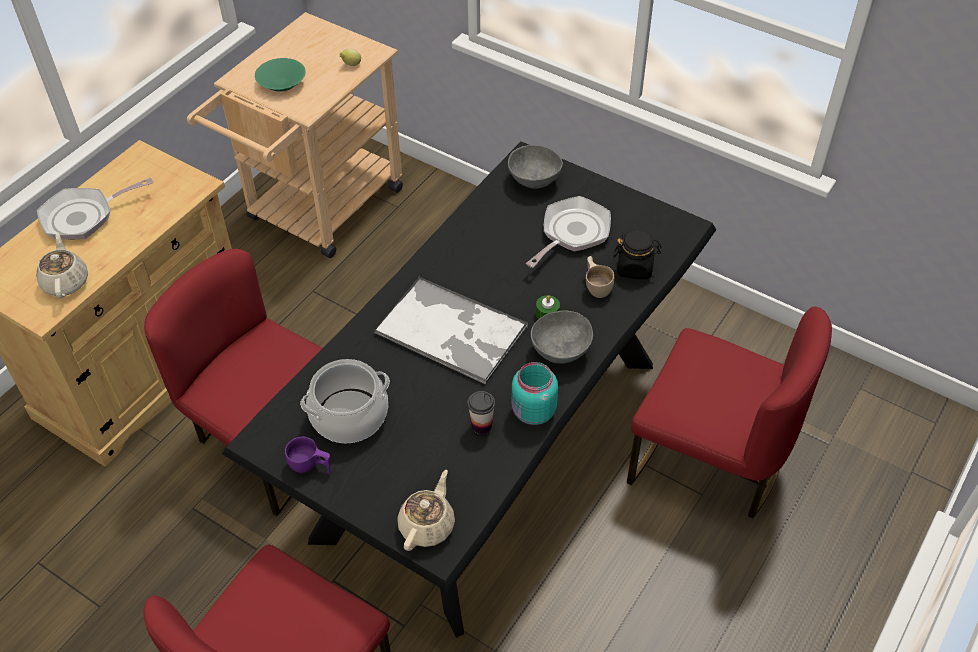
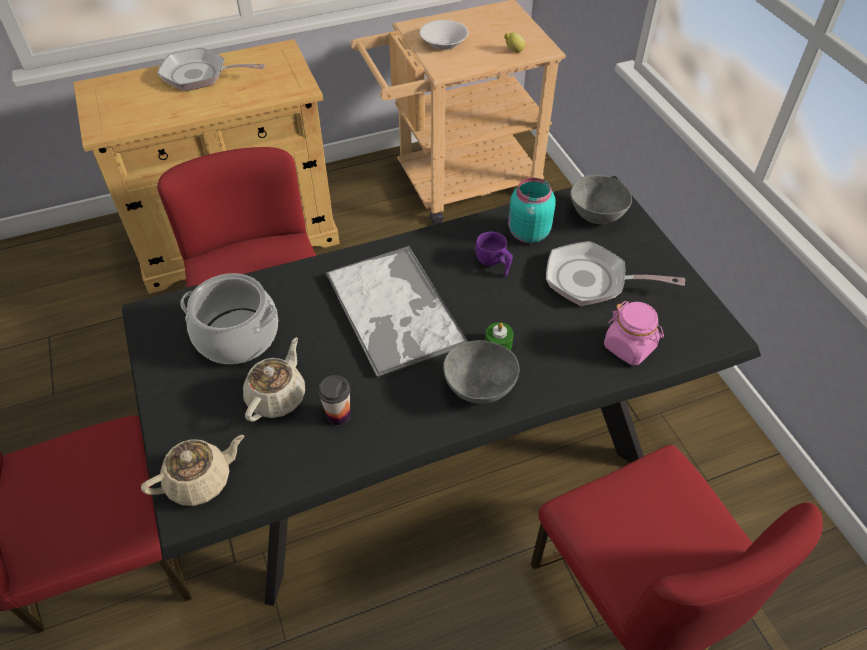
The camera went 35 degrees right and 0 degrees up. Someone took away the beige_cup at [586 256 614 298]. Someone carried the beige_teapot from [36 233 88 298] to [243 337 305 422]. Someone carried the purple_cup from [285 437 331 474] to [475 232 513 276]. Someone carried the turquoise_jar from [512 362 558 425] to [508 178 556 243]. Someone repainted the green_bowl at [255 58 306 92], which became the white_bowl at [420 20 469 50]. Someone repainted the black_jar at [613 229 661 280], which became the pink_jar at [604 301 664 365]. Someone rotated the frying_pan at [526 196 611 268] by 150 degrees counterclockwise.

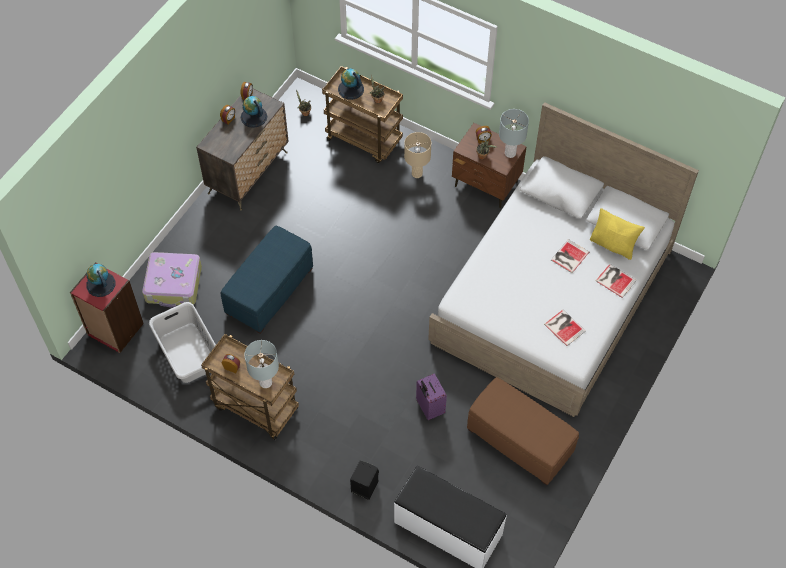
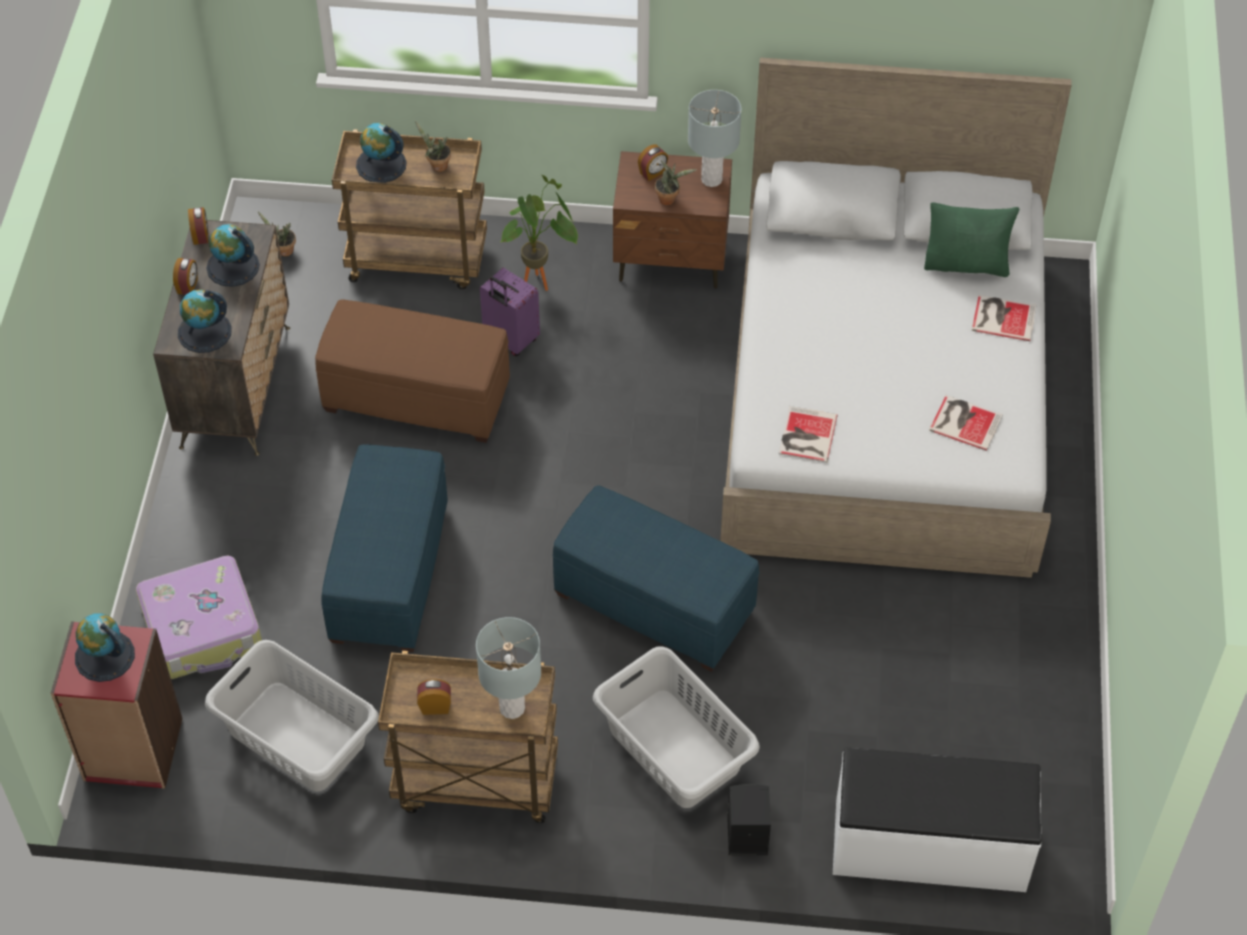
The camera went 25 degrees left and 5 degrees down. Someone put down the globe at [178 290 232 353]. Someone put down the blue_ottoman at [553 485 760 672]. Someone put down the grey_laundry_basket at [593 647 760 808]. Someone carried the purple_suitcase from [416 374 447 420] to [480 268 540 356]. Someone carried the brown_ottoman from [467 377 579 485] to [315 299 510 443]. Someone carried the book from [551 239 589 273] to [779 406 838 463]. Someone swapped the beige_table_lamp at [404 132 431 178] for the potted_plant at [501 175 578 291]. Someone repainted the yellow_pillow at [590 208 645 260], which became the green_pillow at [924 202 1019 277].

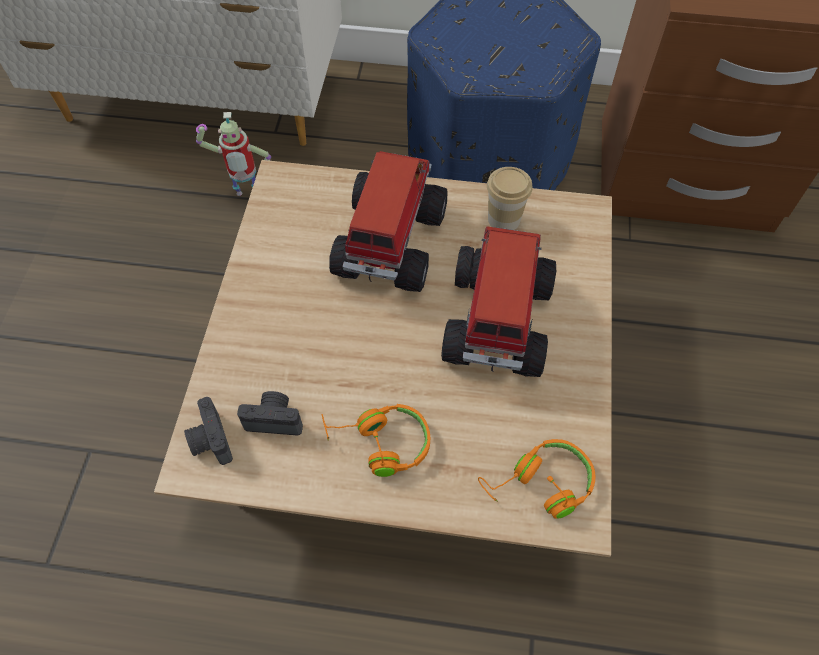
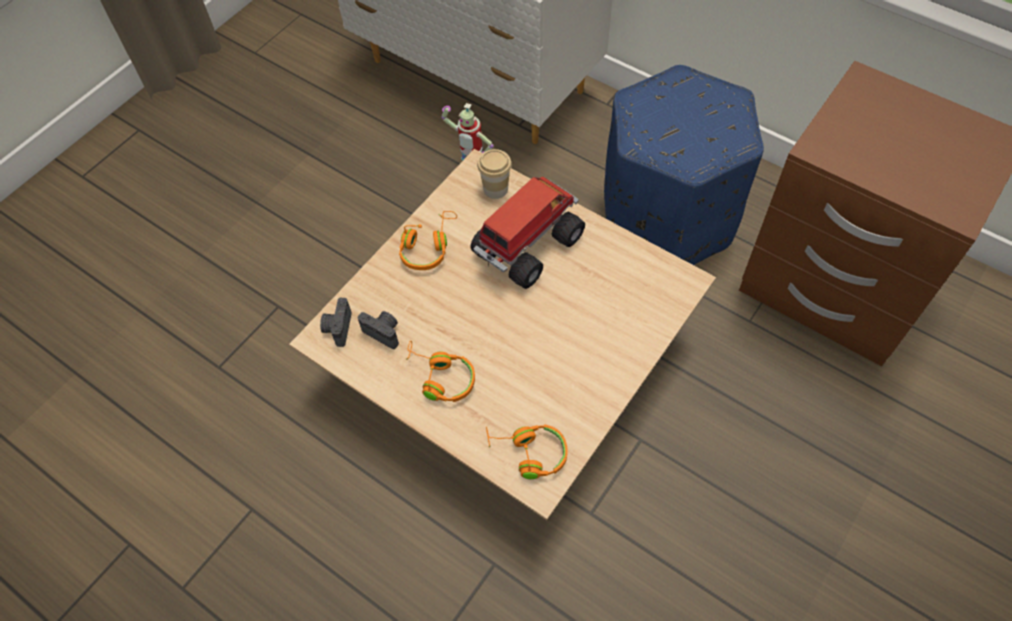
The camera went 30 degrees right and 0 degrees up. Someone took away the toy_truck at [441 226 556 377]. Someone put down the orange_headphones at [399 211 457 270]. Someone carried the cup from [487 167 533 230] to [477 149 512 199].

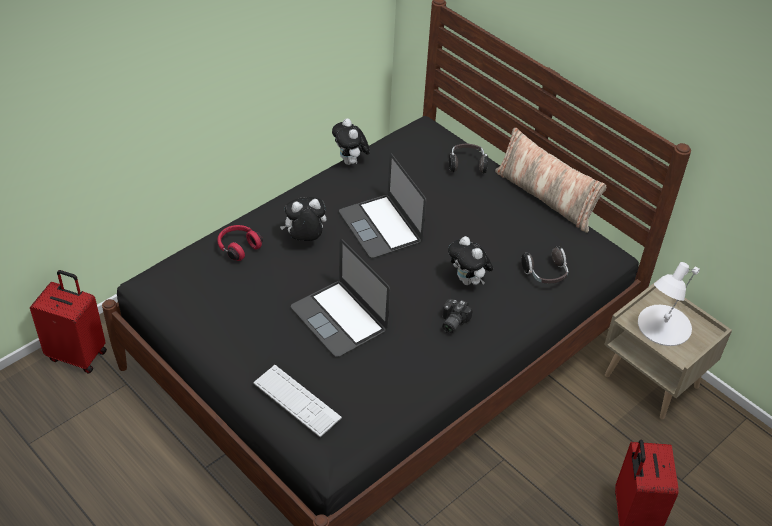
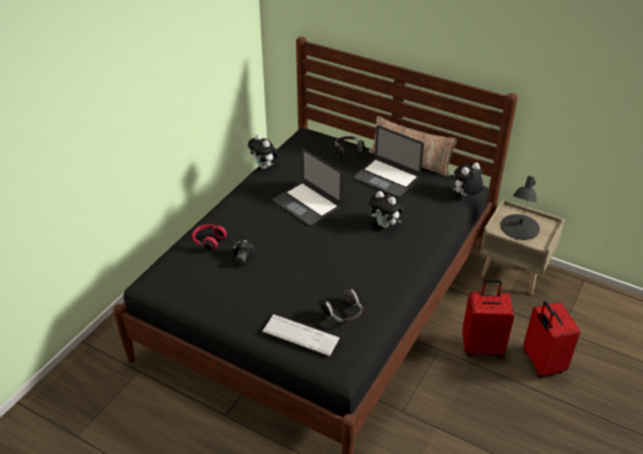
The camera went 15 degrees left and 5 degrees down. Someone carried the red_suitcase from [30 270 107 374] to [462 279 514 358]. Someone carried the plush_toy from [280 197 326 241] to [453 162 483 196]. Someone carried the laptop from [291 239 390 357] to [354 125 424 197]. Someone carried the photo_camera from [442 299 473 333] to [232 240 254 266]. Someone carried the headphones from [521 246 568 283] to [321 288 363 323]. Someone repainted the white_table_lamp at [638 262 700 346], which became the black_table_lamp at [501 176 540 240].

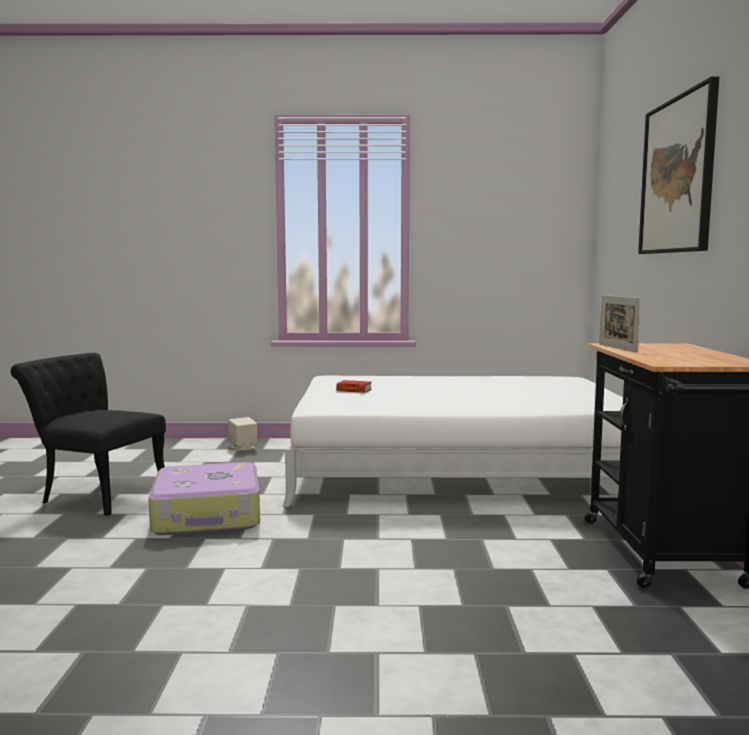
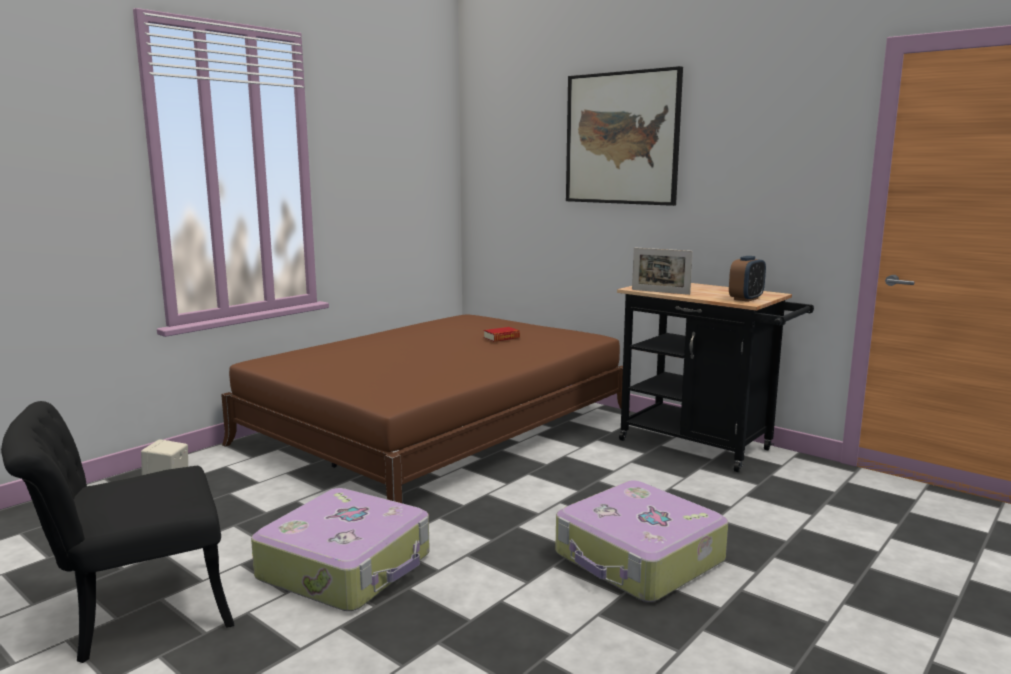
The camera went 50 degrees left and 5 degrees up. Someone put down the suitcase at [555 480 728 602]. Someone put down the alarm_clock at [729 256 766 302]. Someone carried the book from [337 380 372 393] to [484 327 520 342]. Someone repainted the white_bed at [283 376 623 507], which became the brown_bed at [221 314 630 503].

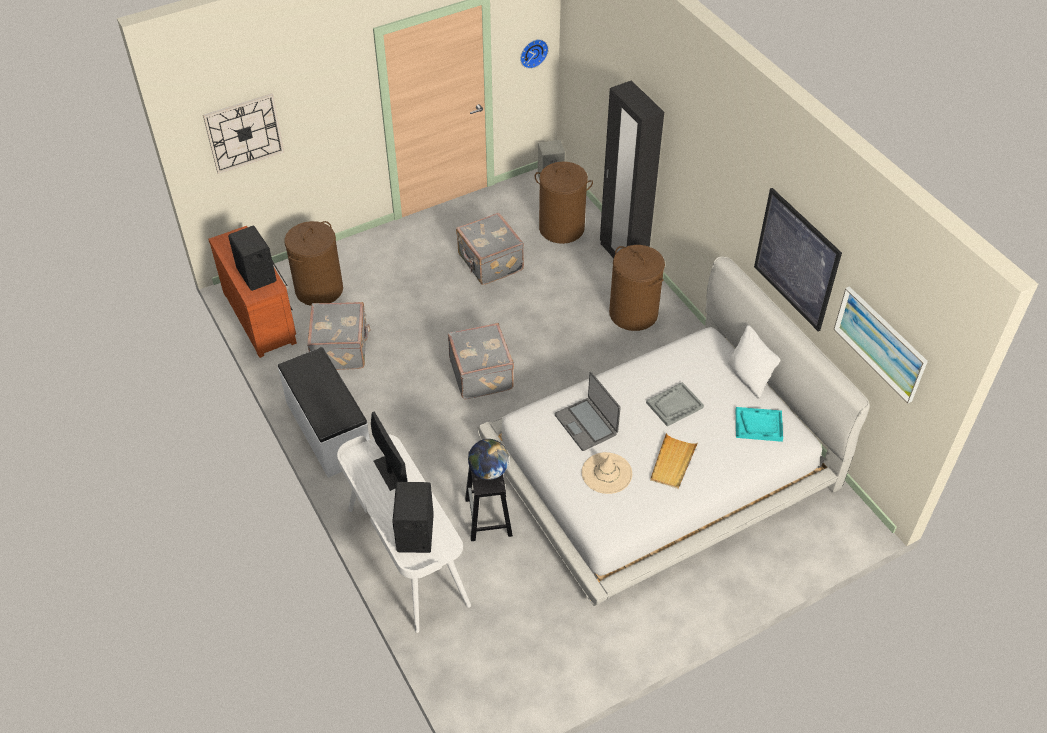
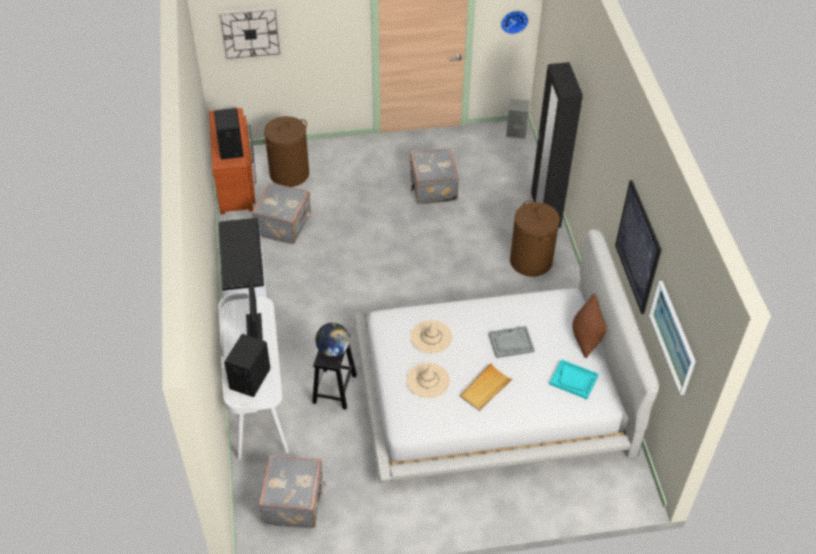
The camera went 20 degrees right and 0 degrees up. Someone took away the brown_laundry_basket at [535 162 593 244]. Someone carried the grey_suitcase from [448 323 514 399] to [259 455 326 529]. Someone swapped the laptop at [555 372 620 451] for the beige_hat at [410 320 452 353]. Someone repainted the white_pillow at [727 325 781 398], which became the brown_pillow at [572 293 607 358].

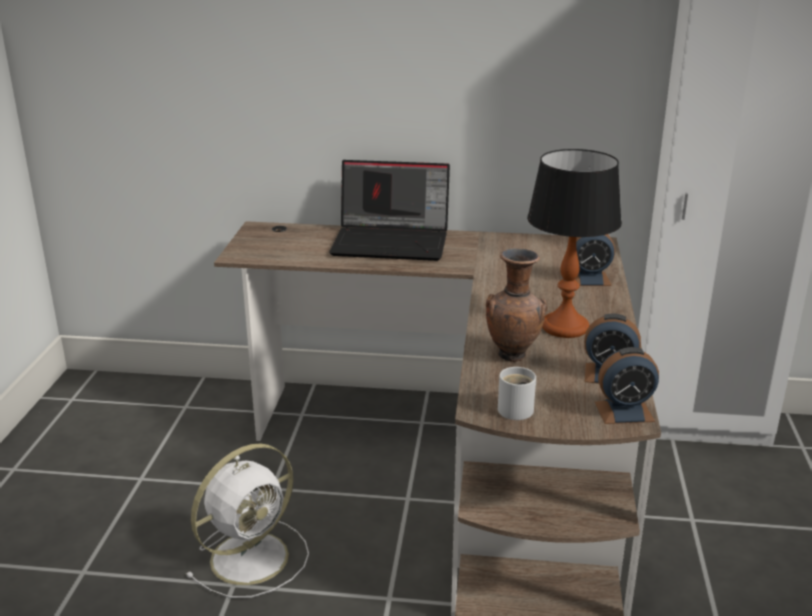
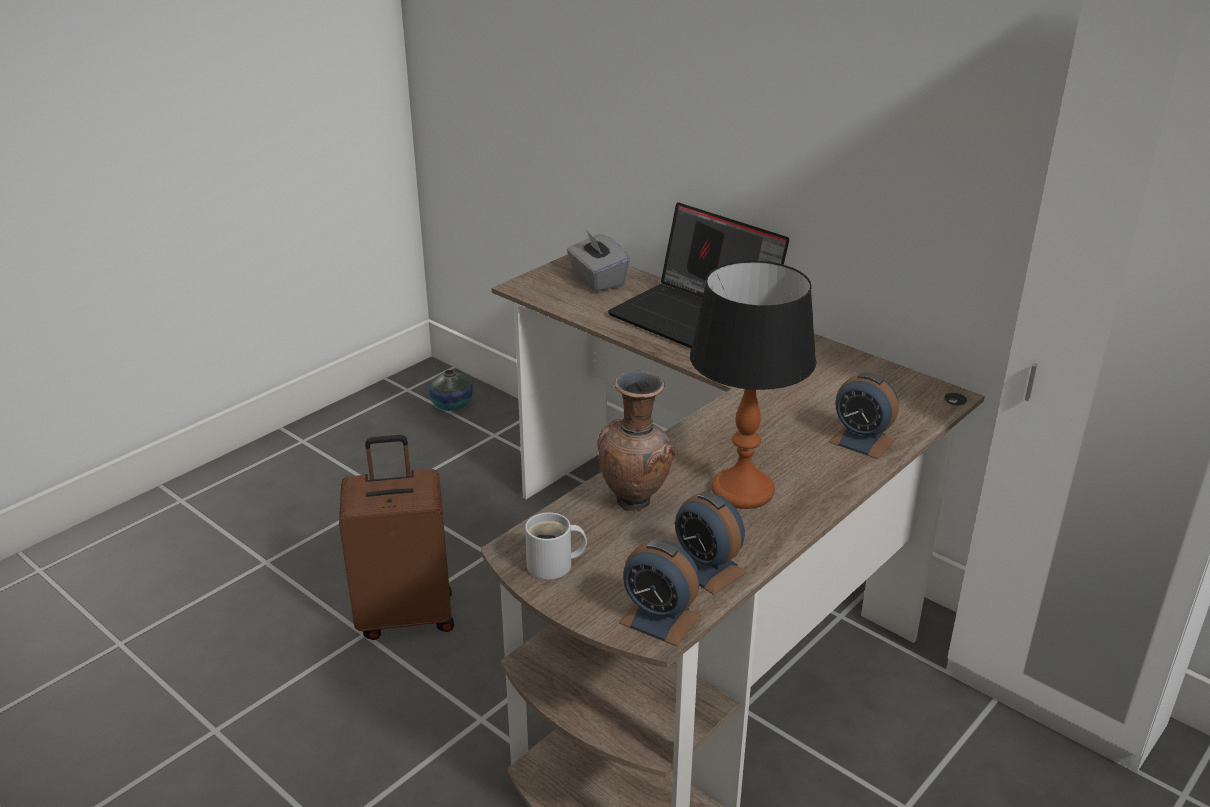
The camera went 35 degrees right and 5 degrees up. Someone put down the vase at [429 370 473 411]. Someone put down the grey_tissue_box at [567 230 630 292]. Someone swapped the white_fan at [186 443 309 598] for the brown_suitcase at [339 435 454 640].

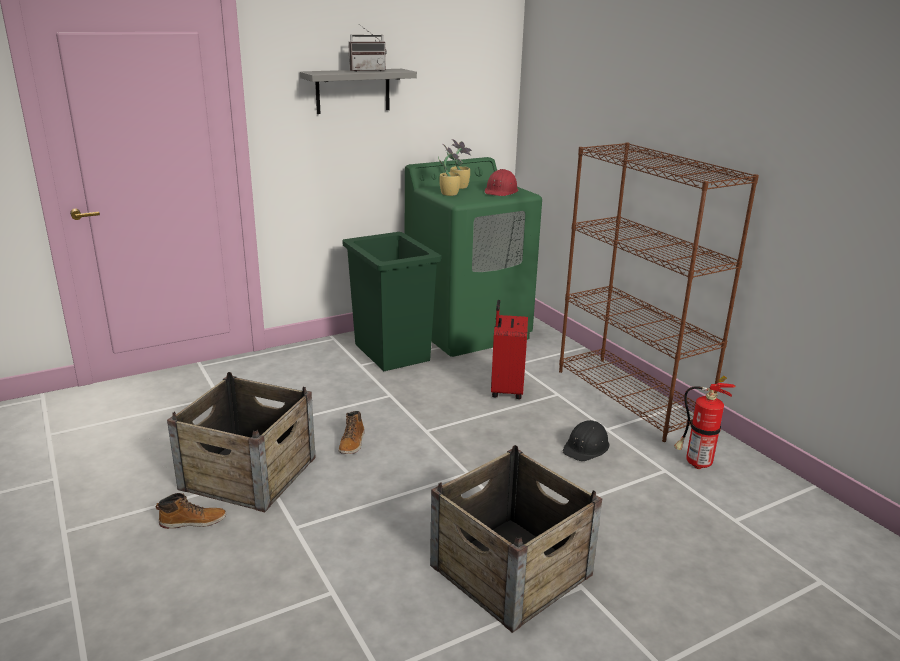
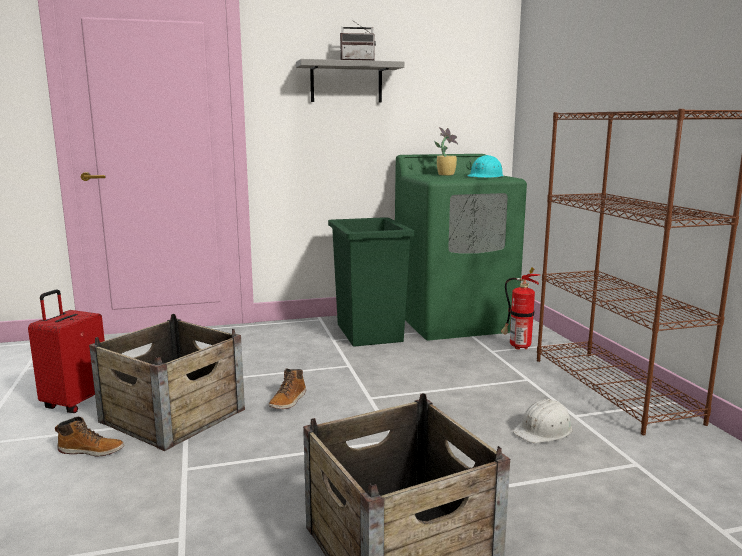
The camera went 15 degrees right and 10 degrees down. Someone took away the potted_plant at [438 144 462 196]. Someone carried the red_suitcase from [491 300 528 399] to [28 290 105 413]. Someone carried the fire_extinguisher from [674 376 735 469] to [501 267 540 350]. Someone repainted the red_hard_hat at [485 169 518 196], which became the turquoise_hard_hat at [467 155 504 178]. Someone repainted the black_hard_hat at [563 420 609 461], which became the white_hard_hat at [513 399 573 443].

